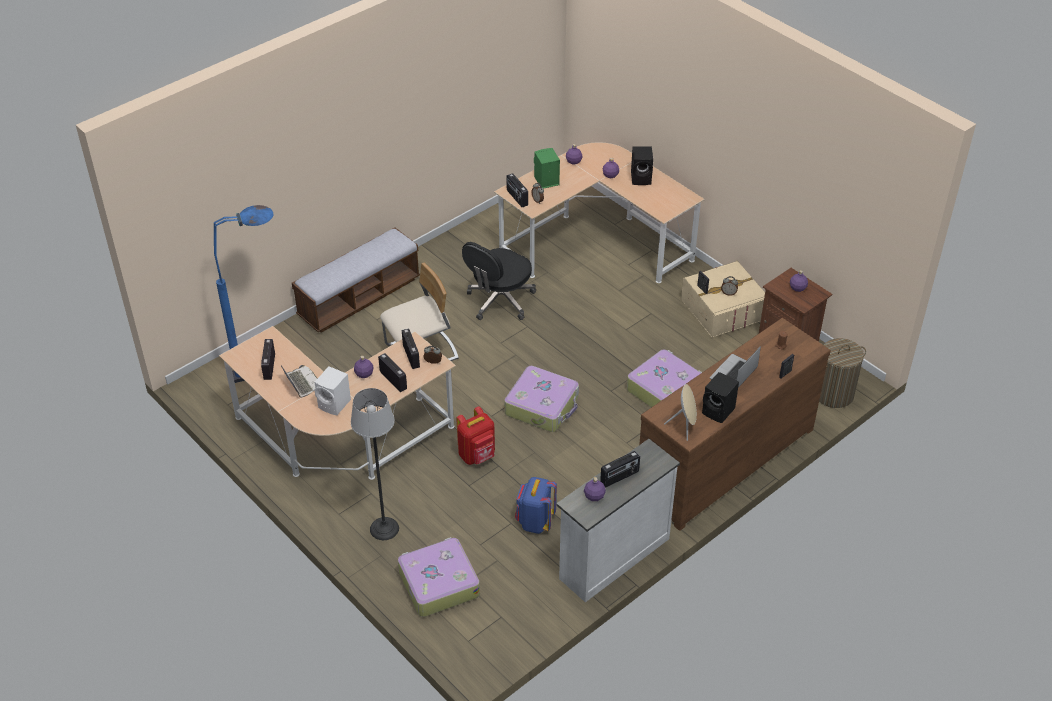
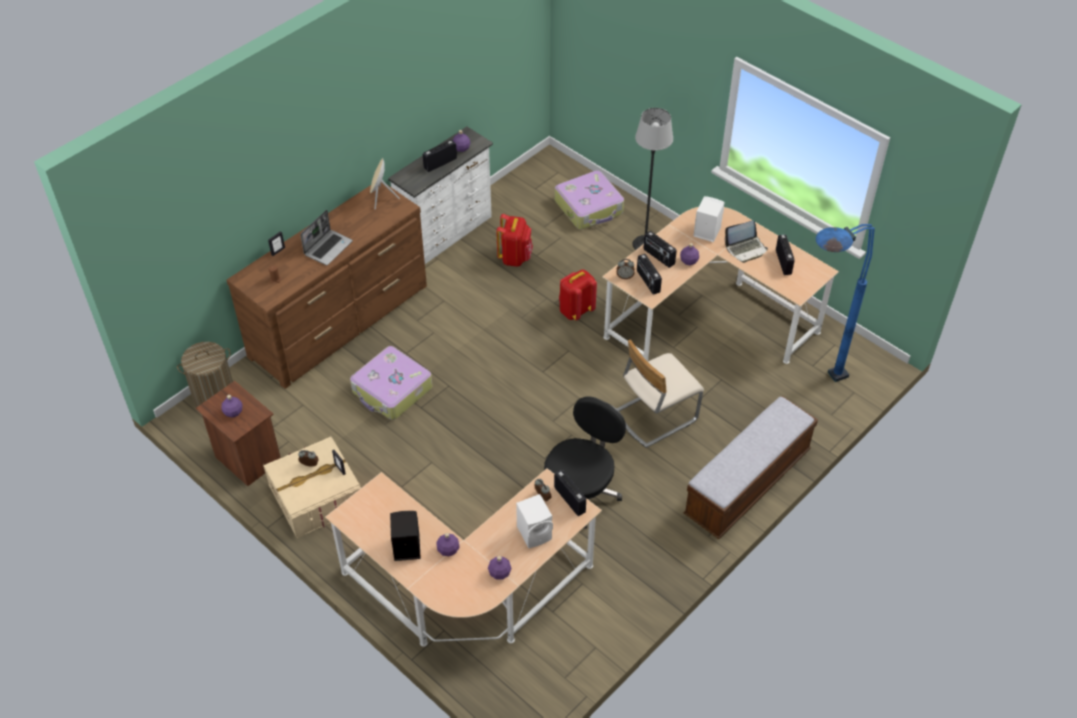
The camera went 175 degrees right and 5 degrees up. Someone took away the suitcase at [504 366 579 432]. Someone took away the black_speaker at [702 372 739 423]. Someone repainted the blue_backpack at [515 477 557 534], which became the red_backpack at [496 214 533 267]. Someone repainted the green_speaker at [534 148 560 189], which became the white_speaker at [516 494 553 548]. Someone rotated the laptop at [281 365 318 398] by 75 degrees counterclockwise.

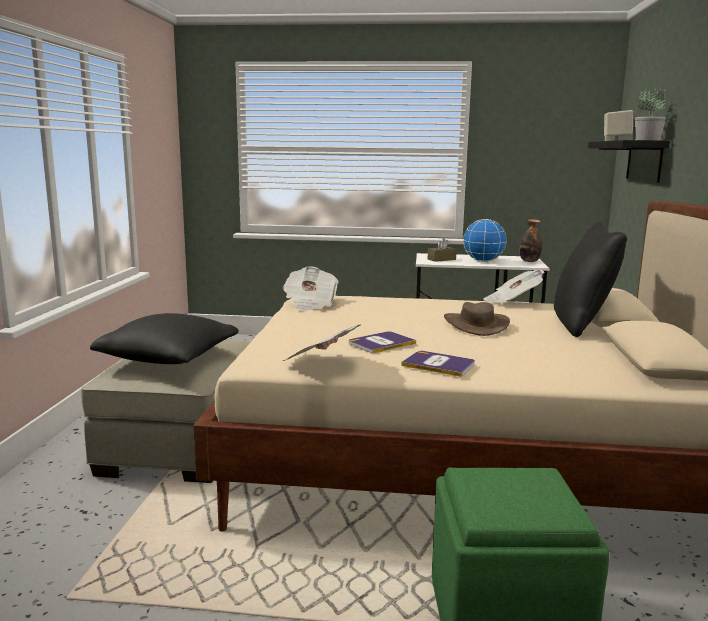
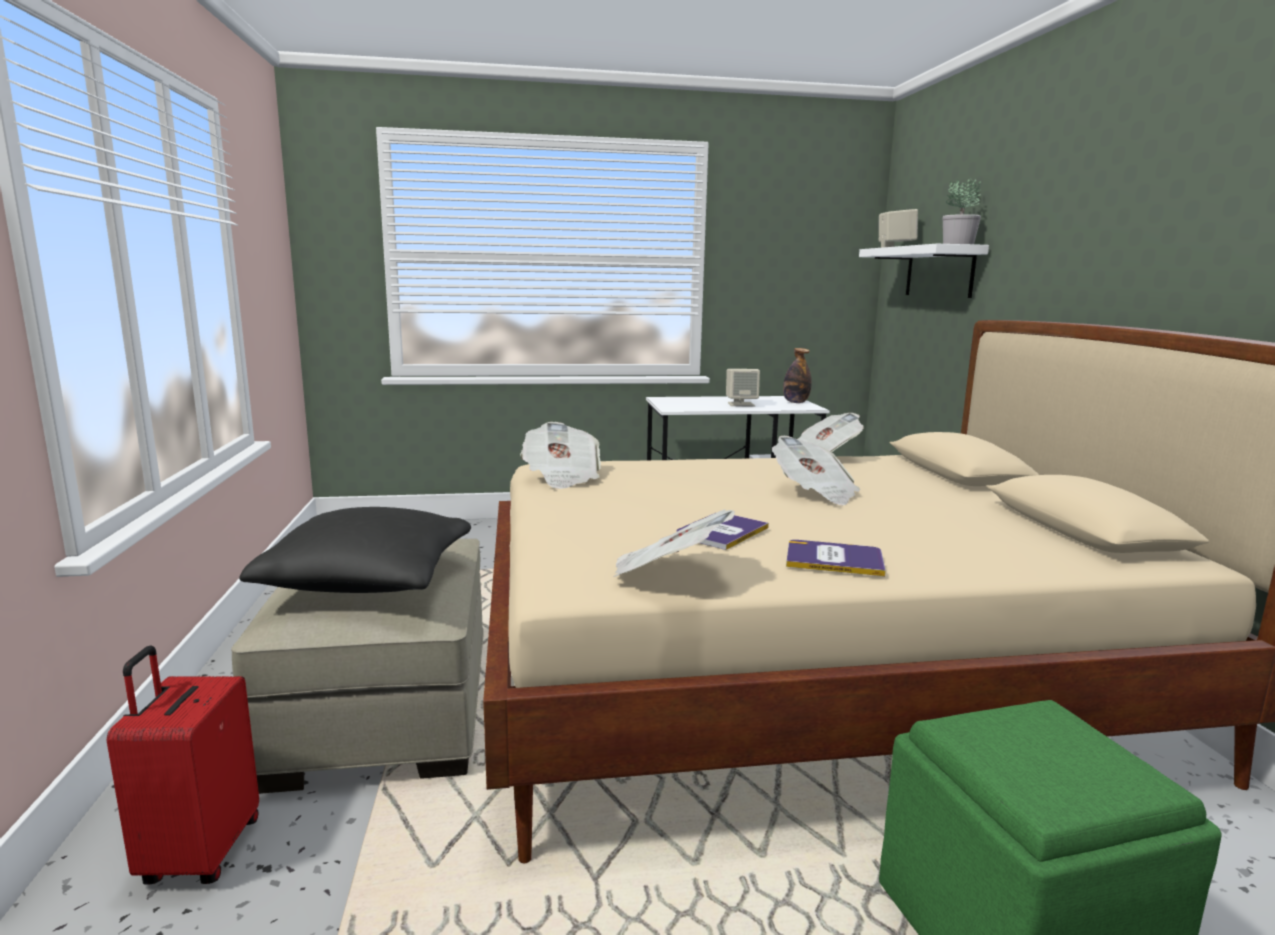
The camera went 15 degrees left and 0 degrees up. Someone took away the brown_tissue_box at [428 238 457 262]. Someone took away the black_pillow at [554 222 627 337]. Someone put down the red_suitcase at [107 645 259 884]. Someone swapped the brown_hat at [444 302 510 336] for the newspaper at [772 436 860 506]. Someone swapped the globe at [463 219 507 262] for the beige_speaker at [726 369 760 406]. Someone repainted the black_shelf at [588 140 670 183], which became the white_shelf at [859 244 989 298].

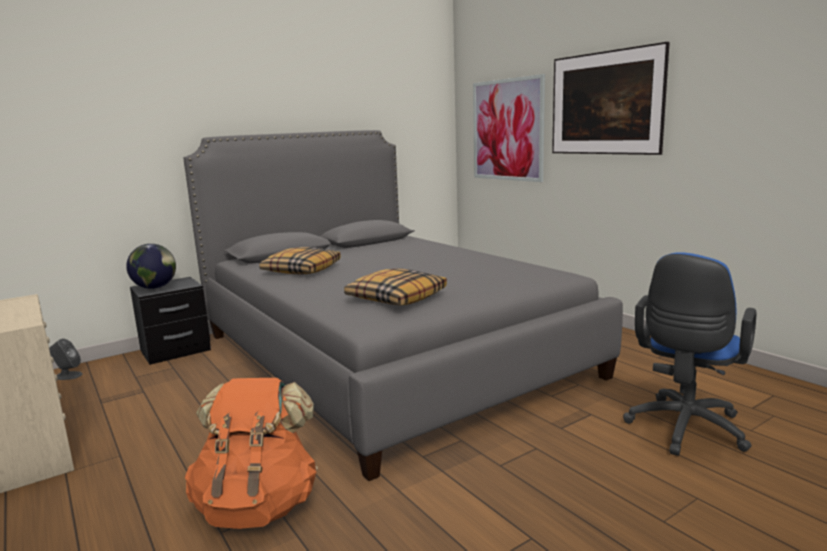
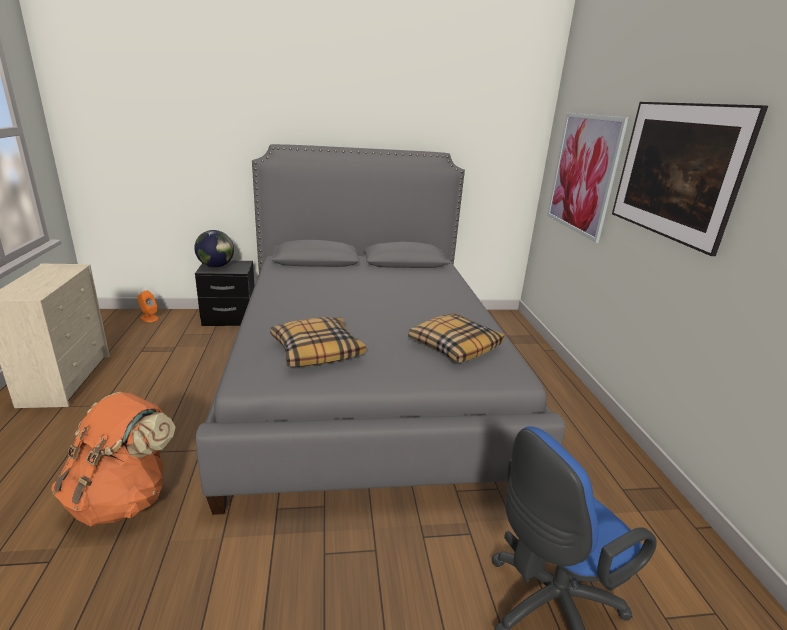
The camera went 25 degrees right and 10 degrees up. Someone carried the pillow from [259 247 341 275] to [408 313 504 363]. Someone repainted the grey_speaker at [49 339 83 380], which became the orange_speaker at [137 291 159 322].

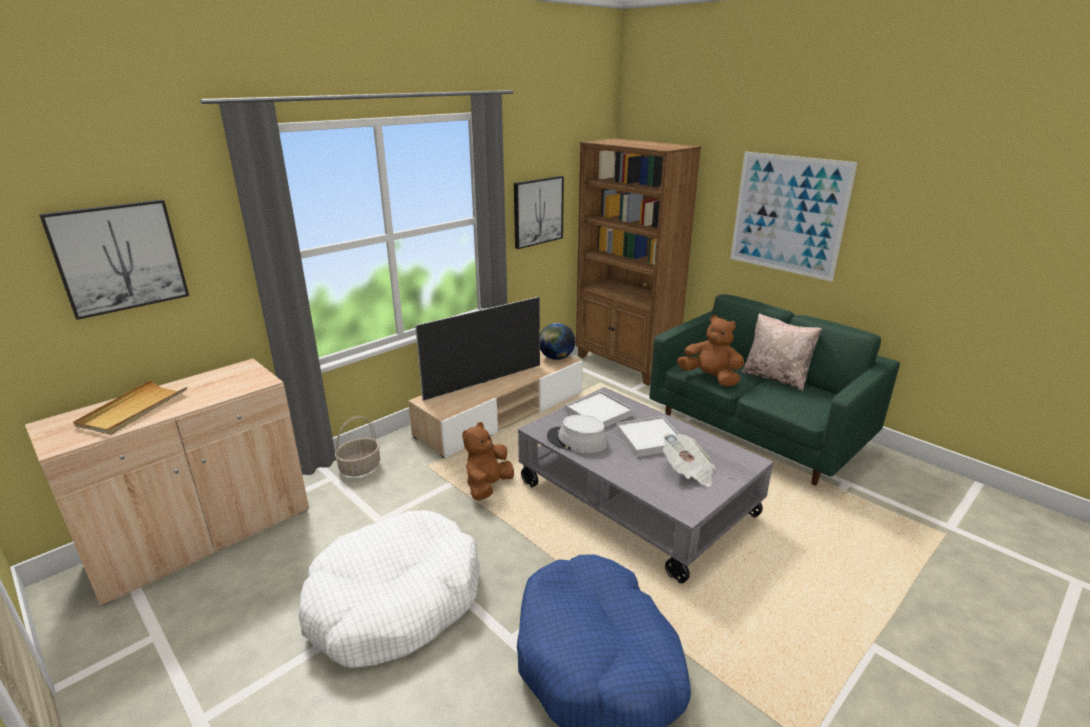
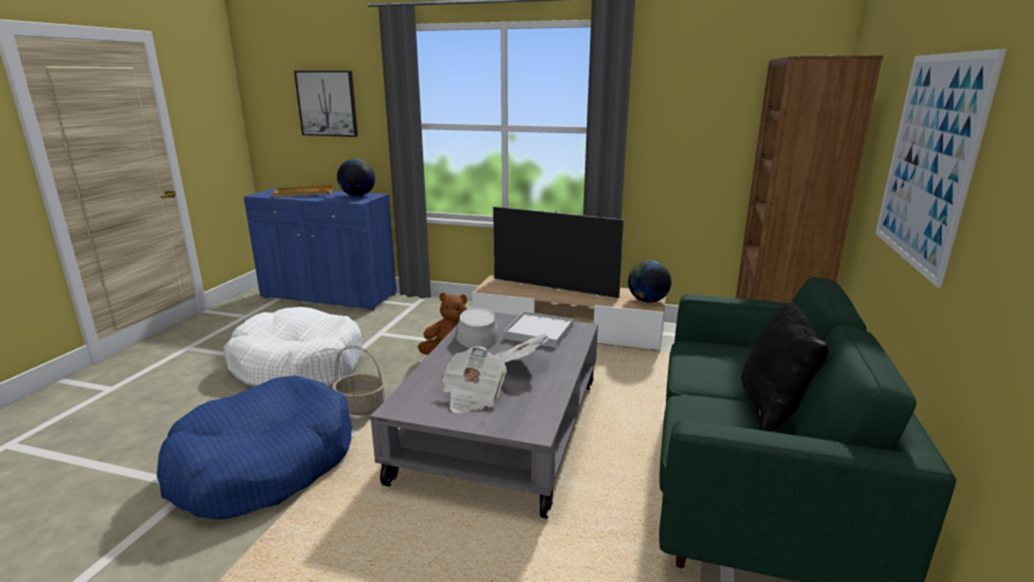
The camera went 60 degrees right and 5 degrees down. Someone took away the picture at [514 176 564 249]. Someone took away the brown_plush_toy at [677 315 744 386]. Someone put down the globe at [337 159 375 196]. Someone carried the basket from [335 416 380 476] to [332 345 385 415]. Someone swapped the white_tray at [616 416 679 457] for the newspaper at [495 333 549 363]. Someone repainted the beige_cabinet at [25 359 309 606], which became the blue_cabinet at [244 187 397 311]. Someone repainted the beige_pillow at [742 313 822 391], which became the black_pillow at [741 302 829 431].

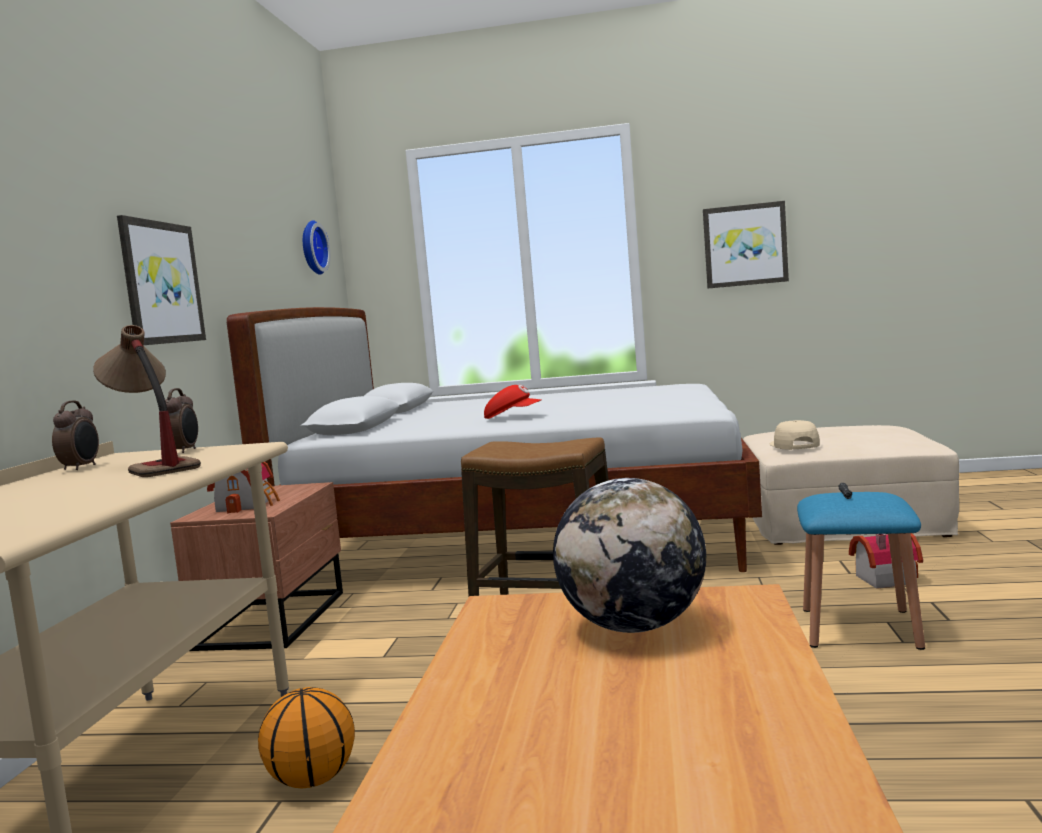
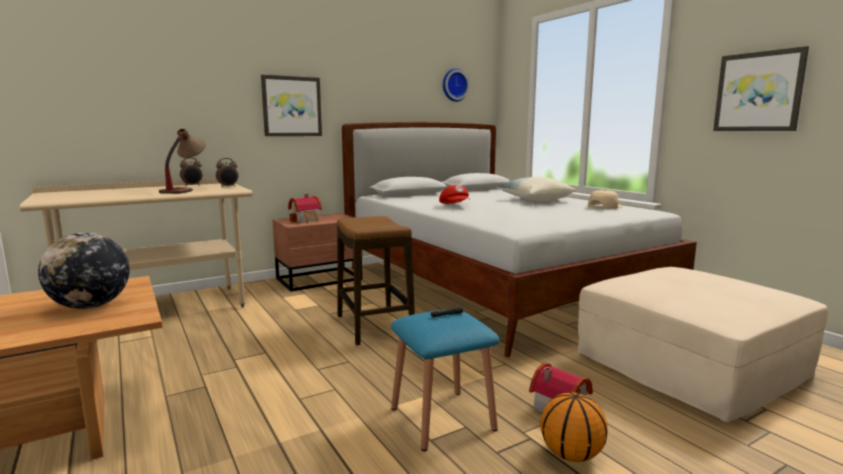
The camera went 50 degrees right and 5 degrees up. Someone put down the pillow at [496 177 576 201]. Someone carried the basketball from [258 687 355 788] to [540 393 608 462]. Someone carried the beige_cap from [770 420 820 450] to [588 190 623 209].

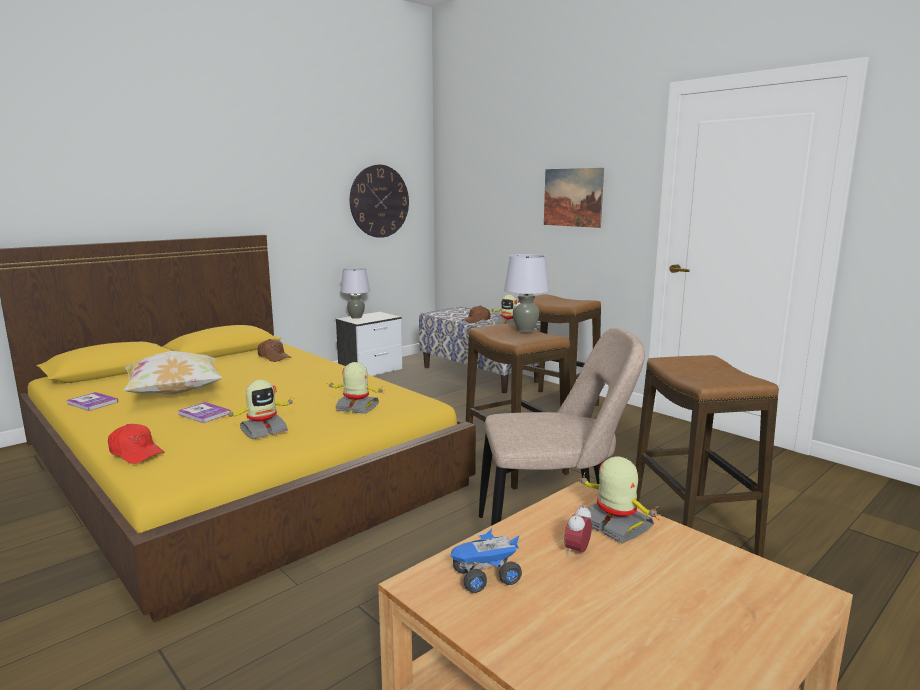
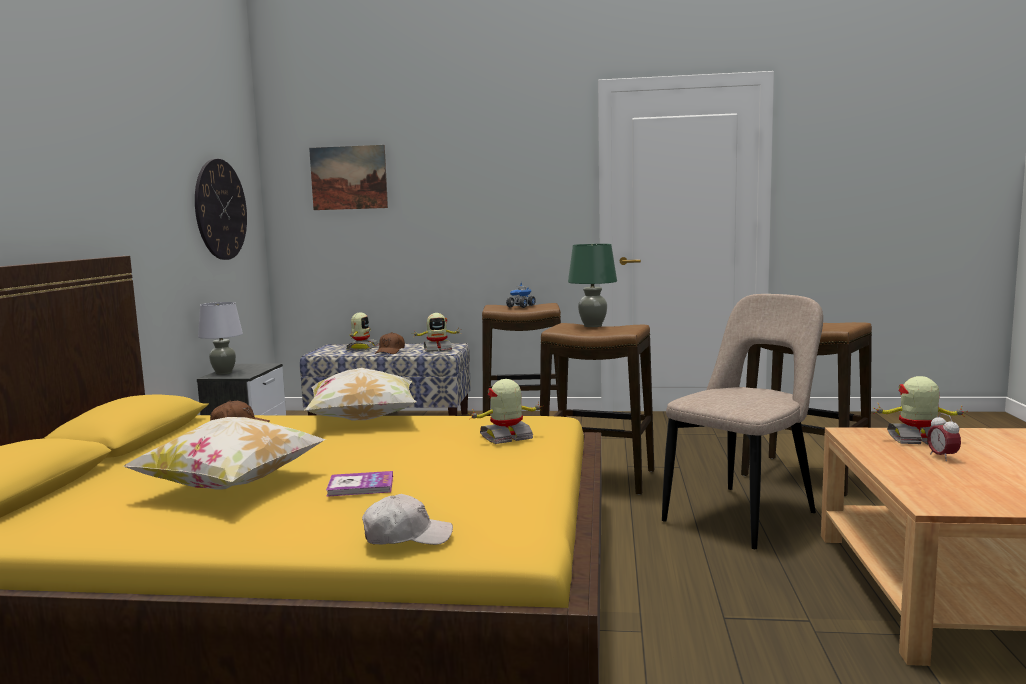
The camera went 40 degrees left and 5 degrees down. Someone took away the book at [67 392 118 411]. Someone put down the pillow at [304 368 417 420]. Someone carried the toy_robot from [226 380 296 439] to [346 312 379 351]. Someone carried the toy_truck from [451 528 522 593] to [506 282 536 308]. Someone carried the picture from [544 168 604 228] to [309 145 388 210]. Someone repainted the red_cap at [108 424 164 464], which became the white_cap at [362 494 453 545]. Someone repainted the grey_table_lamp at [504 254 549 332], which became the green_table_lamp at [568 244 617 327].

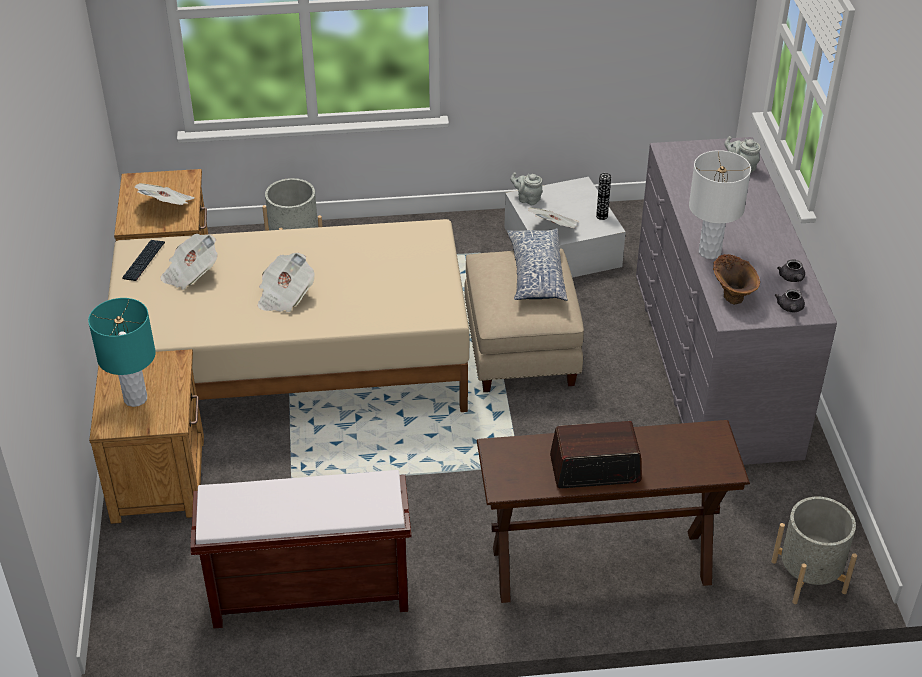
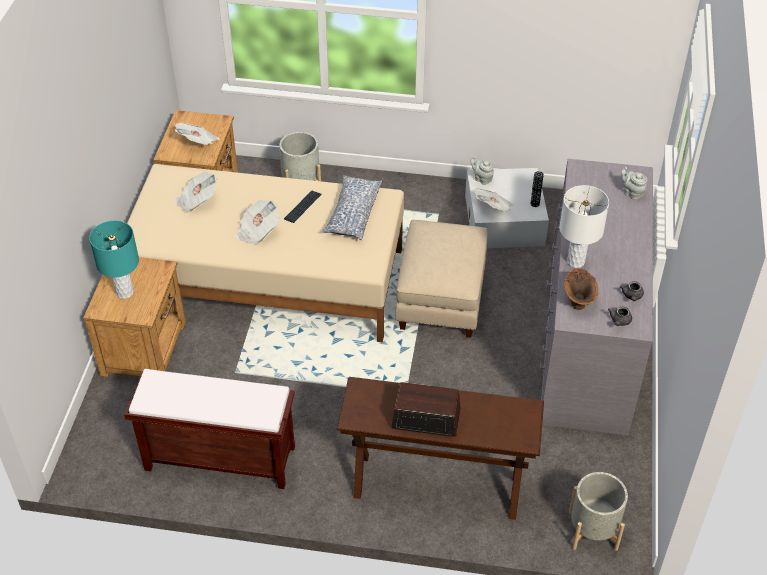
The camera went 15 degrees right and 5 degrees up. Someone carried the keyboard from [122 240 165 281] to [284 191 322 223]. Someone carried the pillow from [507 228 568 301] to [322 175 382 240].

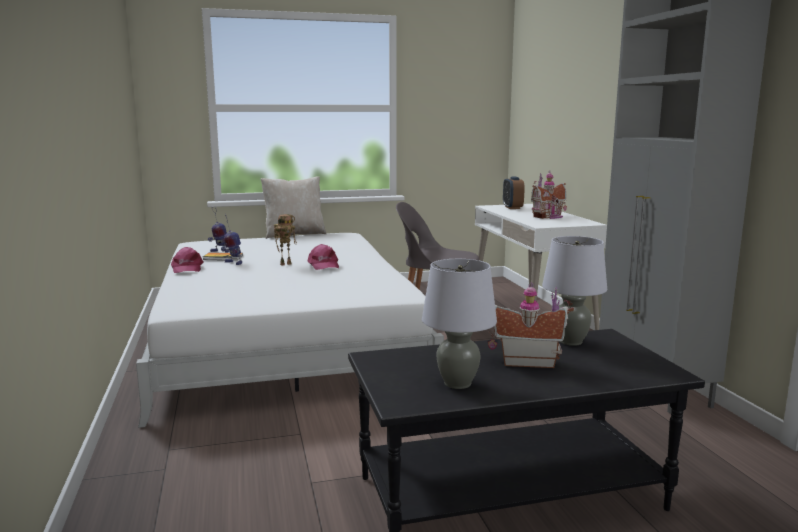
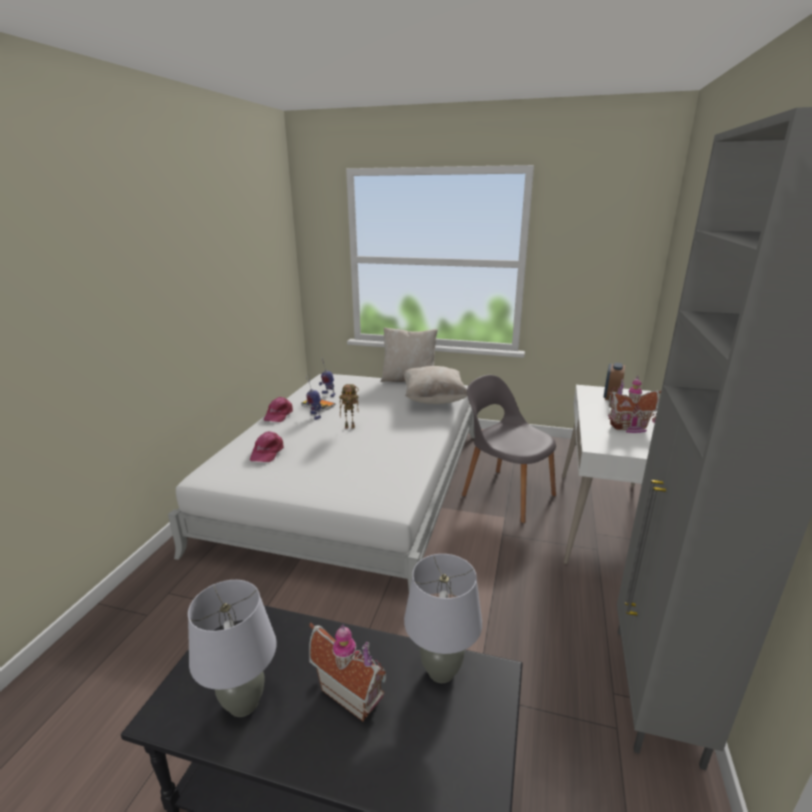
The camera went 30 degrees right and 10 degrees up. Someone put down the beige_pillow at [403 366 467 404]. Someone carried the pink_cap from [307 244 339 270] to [250 431 284 462].

